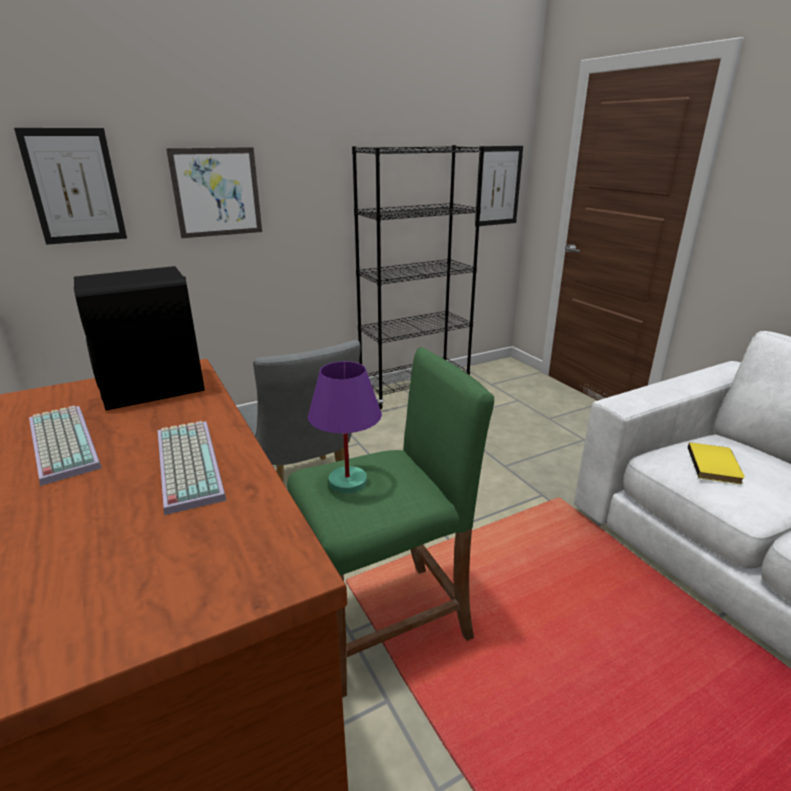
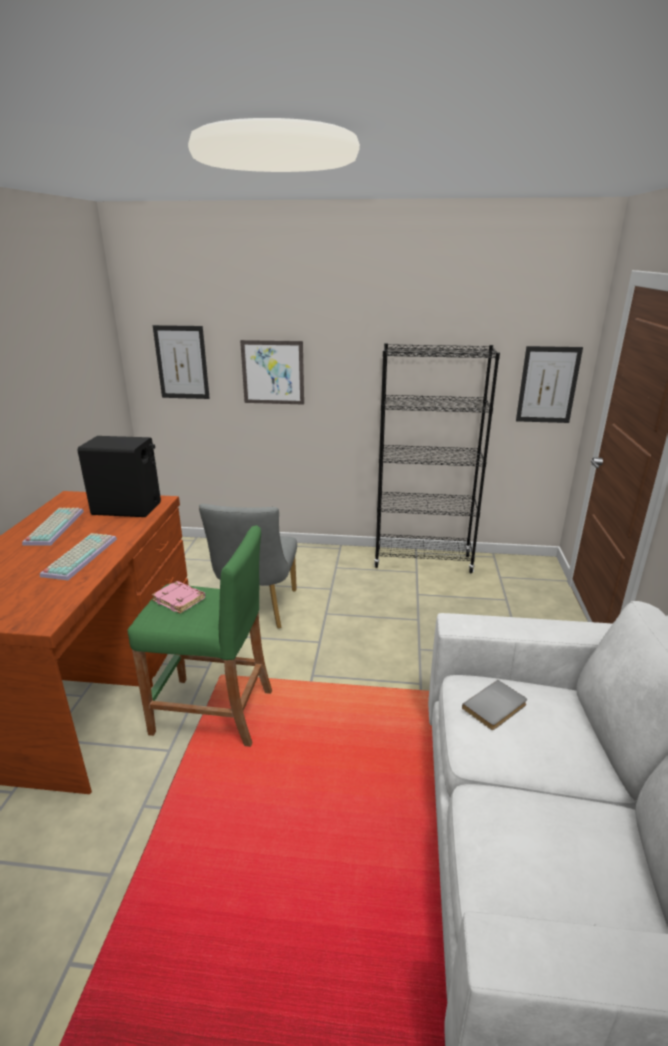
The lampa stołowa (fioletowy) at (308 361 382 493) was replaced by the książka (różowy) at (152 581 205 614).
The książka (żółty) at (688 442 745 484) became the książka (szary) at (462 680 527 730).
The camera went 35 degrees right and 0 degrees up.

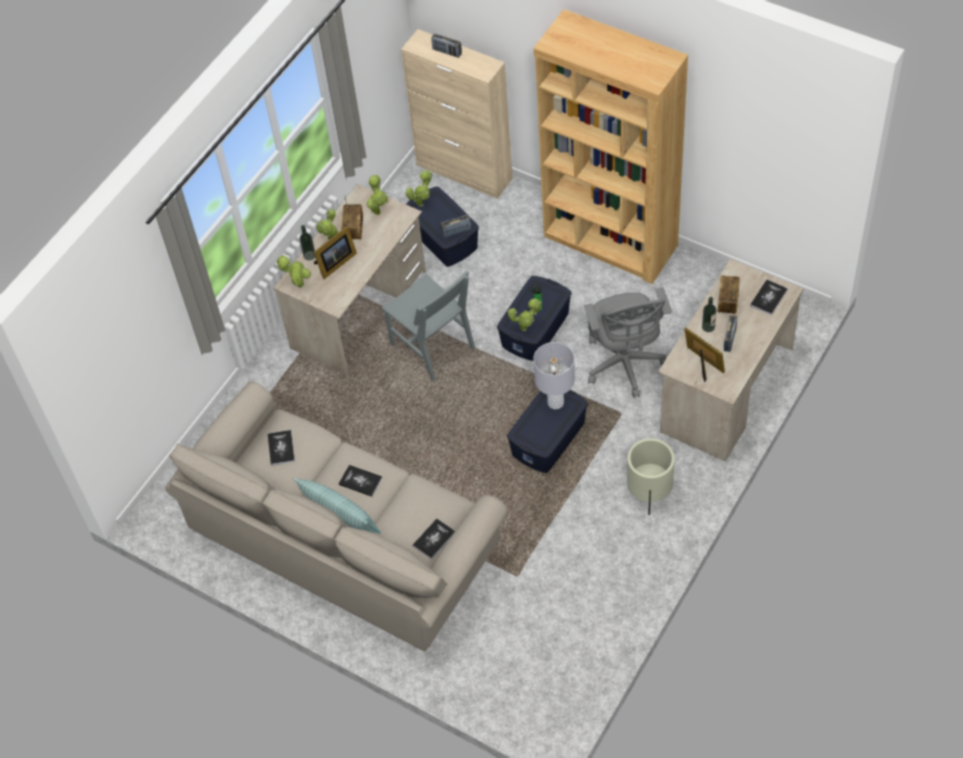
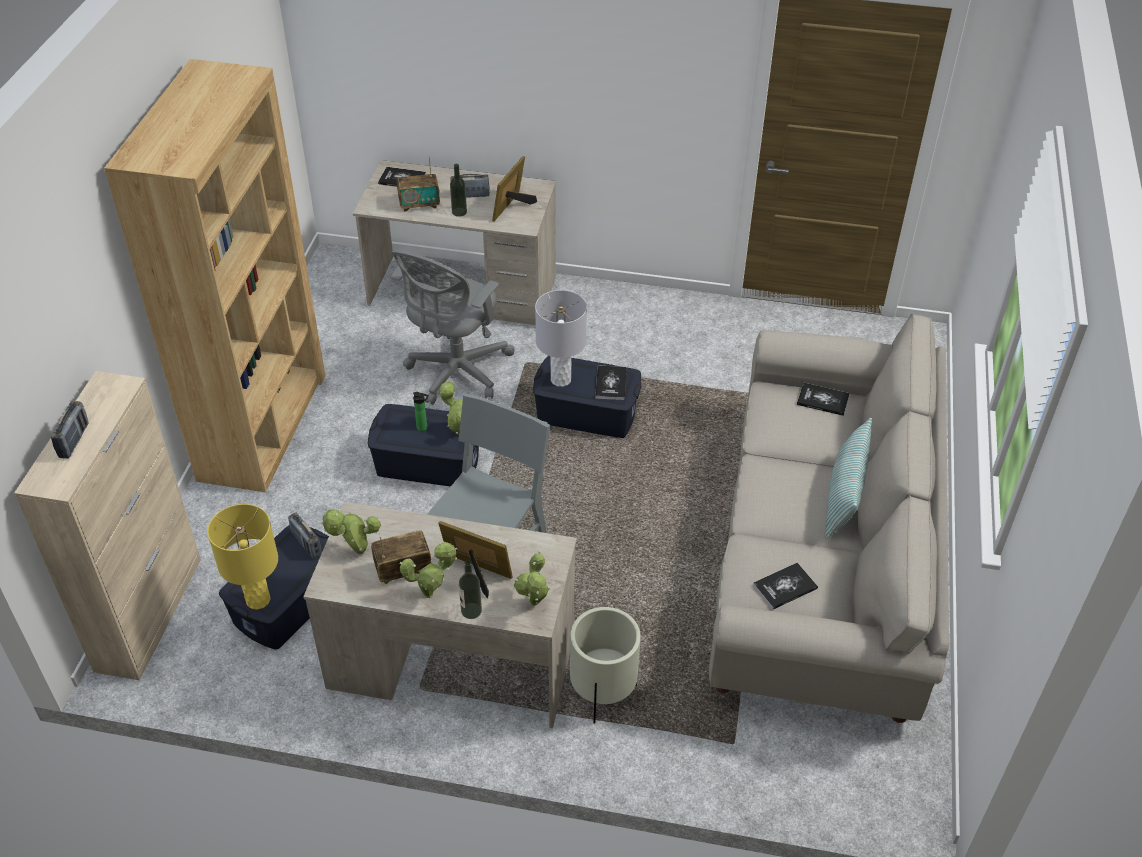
The roślina doniczkowa at (405 170 432 207) was replaced by the lampa stołowa (żółty) at (207 504 278 610).
The krzesło biurowe (szary) at (584 287 672 398) turned 150 degrees clockwise.
The donica (beżowy) moved from (627 438 675 515) to (570 607 641 724).
The książka moved from (338 465 382 497) to (595 365 627 400).
The camera went 115 degrees left and 10 degrees down.

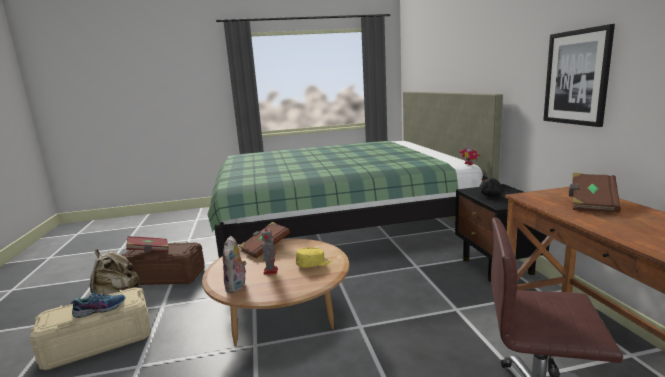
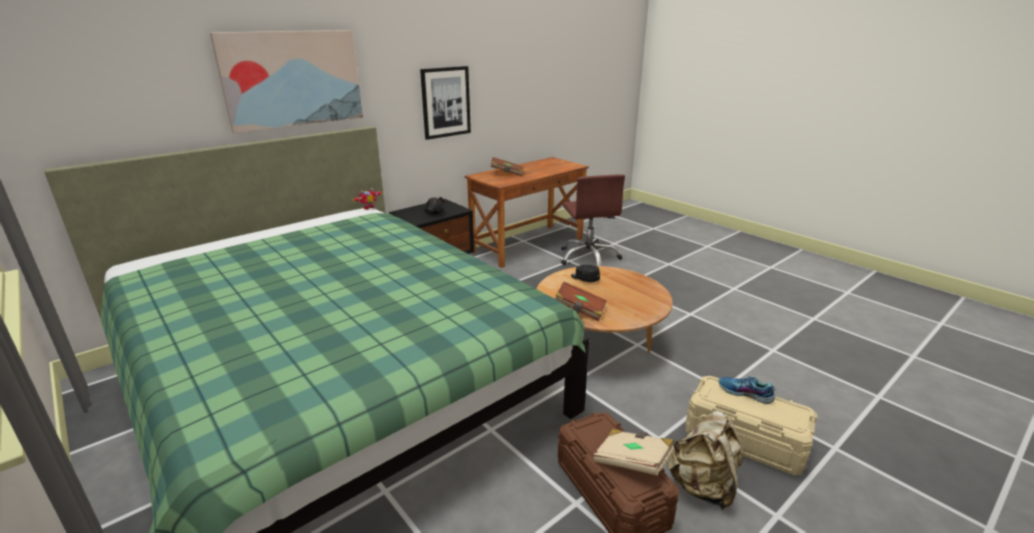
The obraz at (210 30 363 133) appeared.
The czapka z daszkiem (żółty) at (296 247 331 268) became the czapka z daszkiem (czarny) at (571 265 600 282).
The książka (czerwony) at (126 236 169 252) became the książka (beżowy) at (593 429 675 476).
The pluszak at (223 236 247 293) disappeared.
The robot zabawkowy at (262 225 278 275) disappeared.
The camera went 120 degrees left and 10 degrees up.

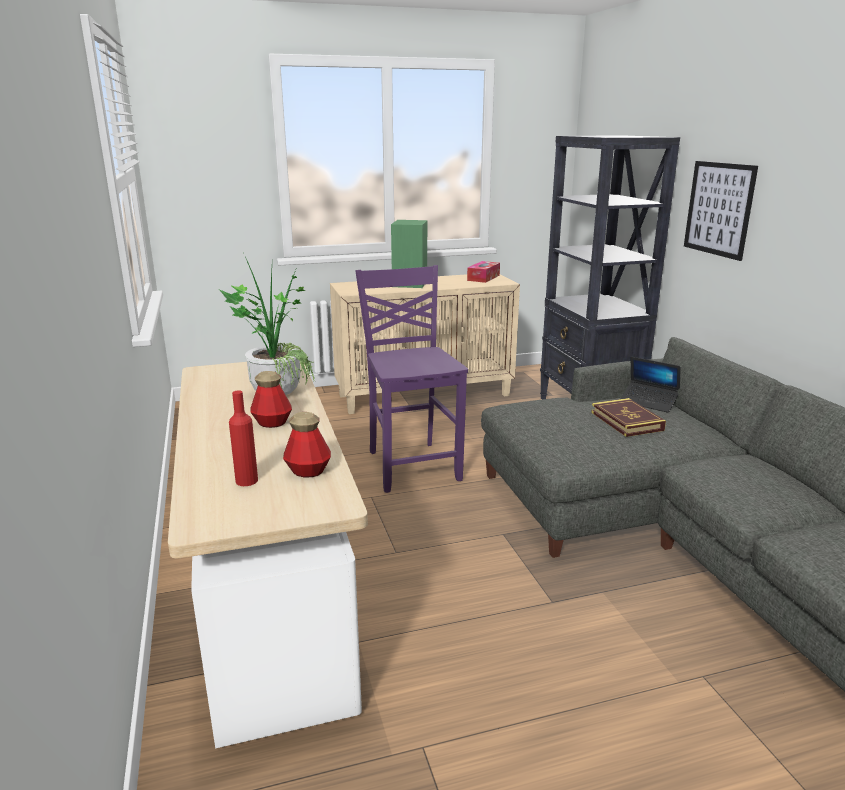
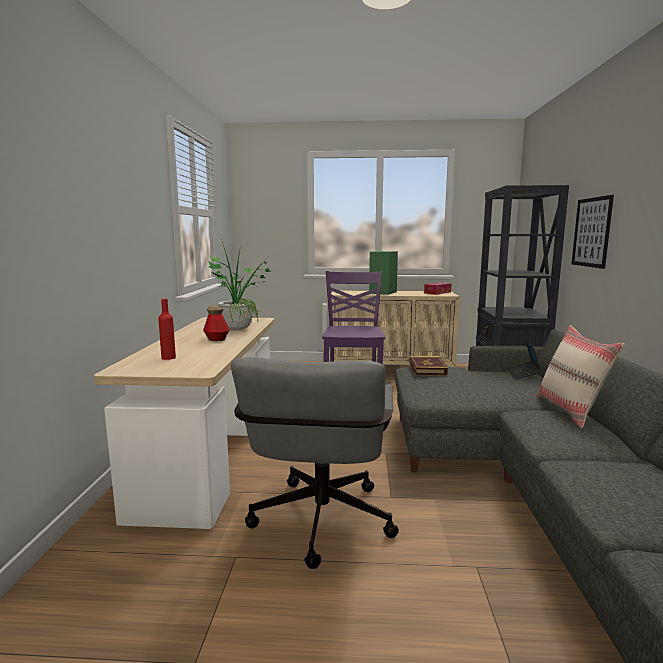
The krzesło biurowe (szary) at (231 357 399 569) appeared.
The książka moved from (591 398 666 437) to (409 356 448 375).
The laptop at (621 357 681 413) turned 45 degrees clockwise.
The poduszka (beżowy) at (537 325 624 428) appeared.
The butelka at (283 412 331 477) disappeared.
The camera went 20 degrees right and 10 degrees down.

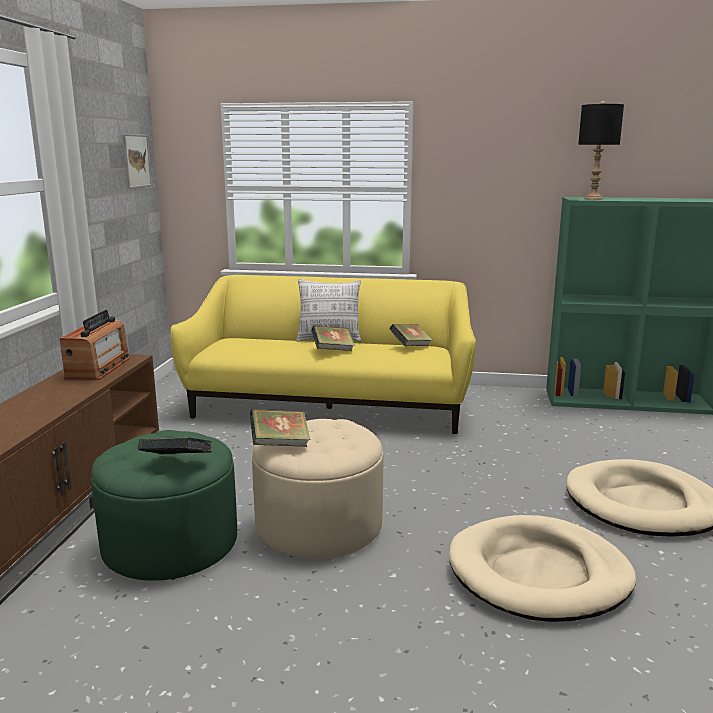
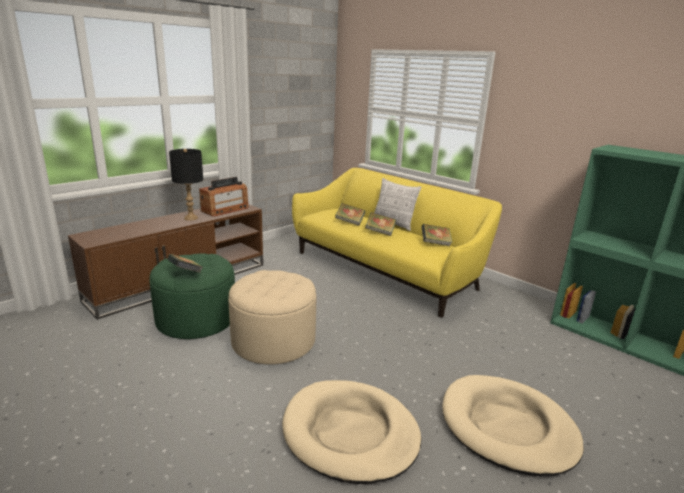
The lampa stołowa (czarny) moved from (578 101 624 200) to (169 149 203 221).
The książka moved from (250 409 310 447) to (335 203 365 226).
The obraz at (122 134 152 188) disappeared.
The camera went 35 degrees right and 5 degrees up.

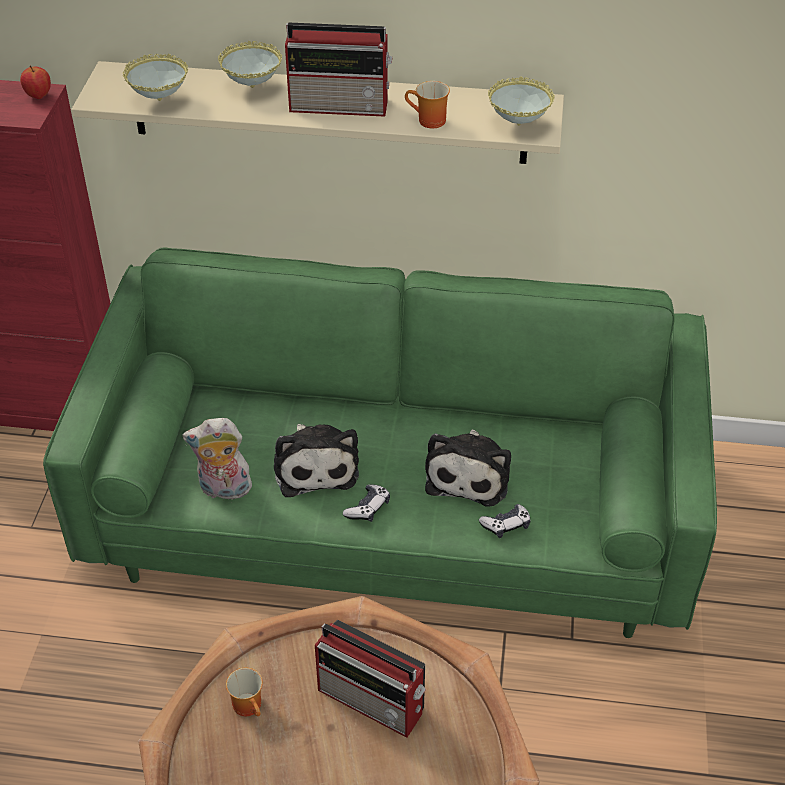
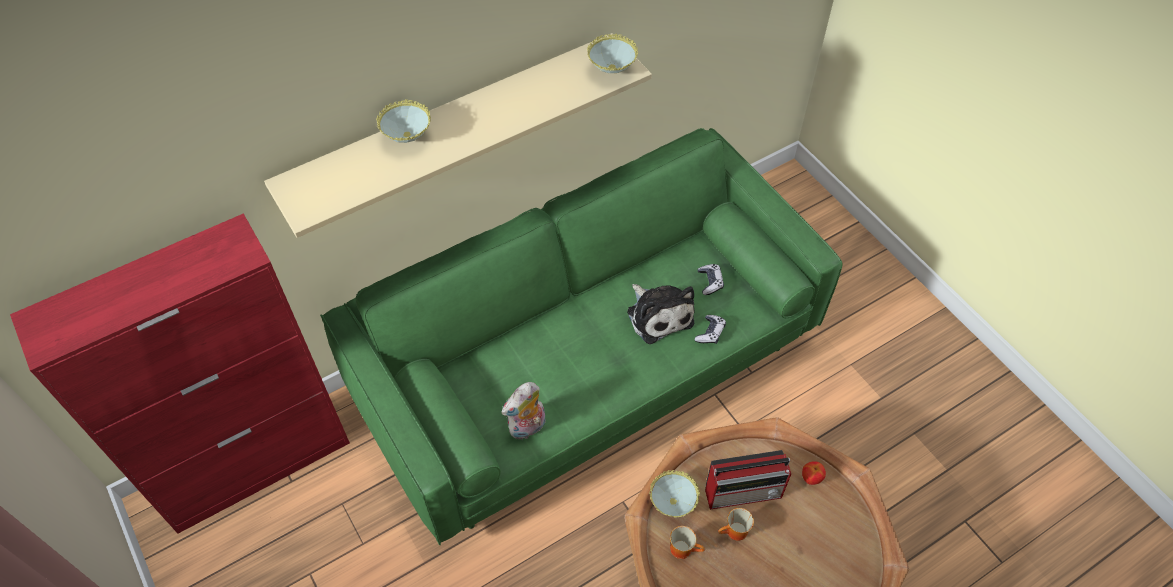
The miska moved from (123 54 188 101) to (649 470 700 517).
The pad do gier moved from (343 484 390 522) to (698 264 724 295).
The kubek moved from (405 81 450 128) to (719 508 754 541).
The jabłko moved from (20 66 51 99) to (802 461 826 485).
The pluszak at (274 424 359 497) disappeared.
The radio at (285 22 393 117) disappeared.
The camera went 40 degrees left and 10 degrees up.

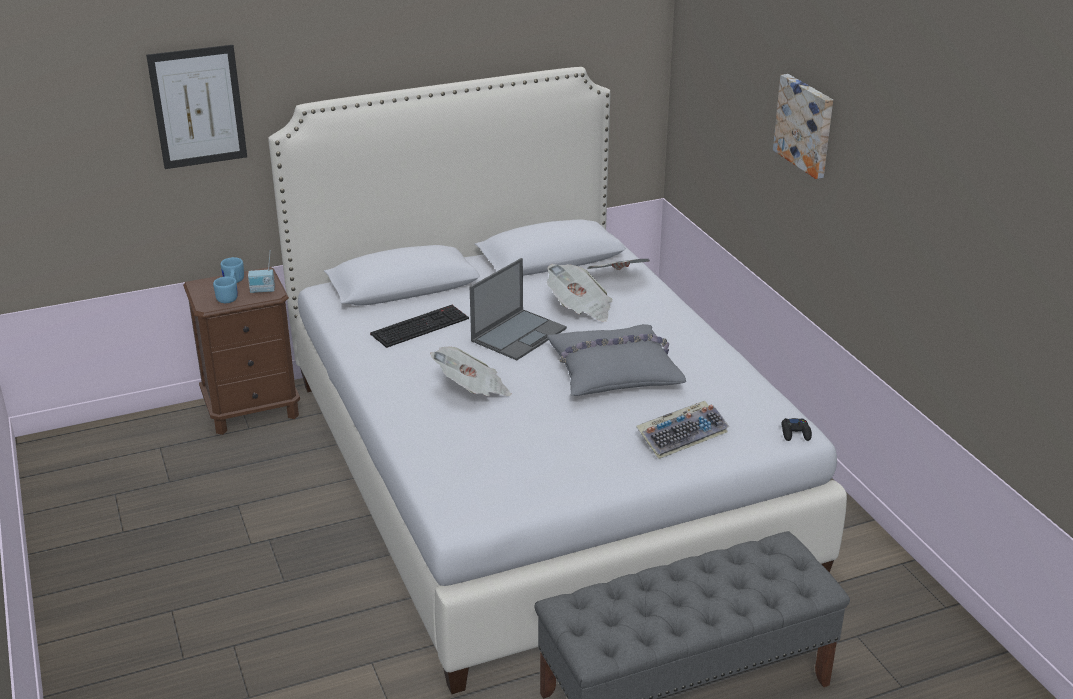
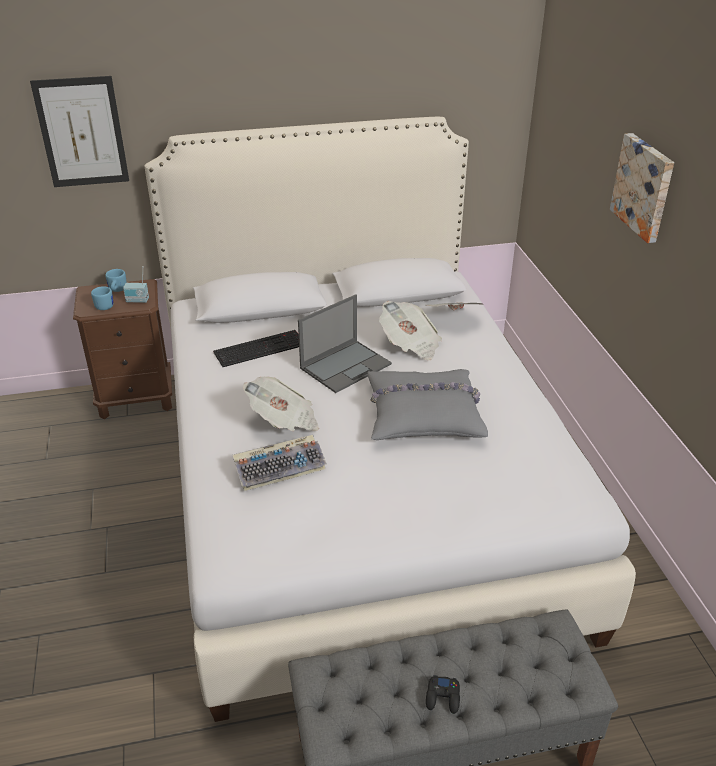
The klawiatura moved from (636 401 729 459) to (233 435 327 491).
The pad do gier (czarny) moved from (781 418 812 441) to (426 675 460 714).
The camera went 10 degrees right and 5 degrees up.

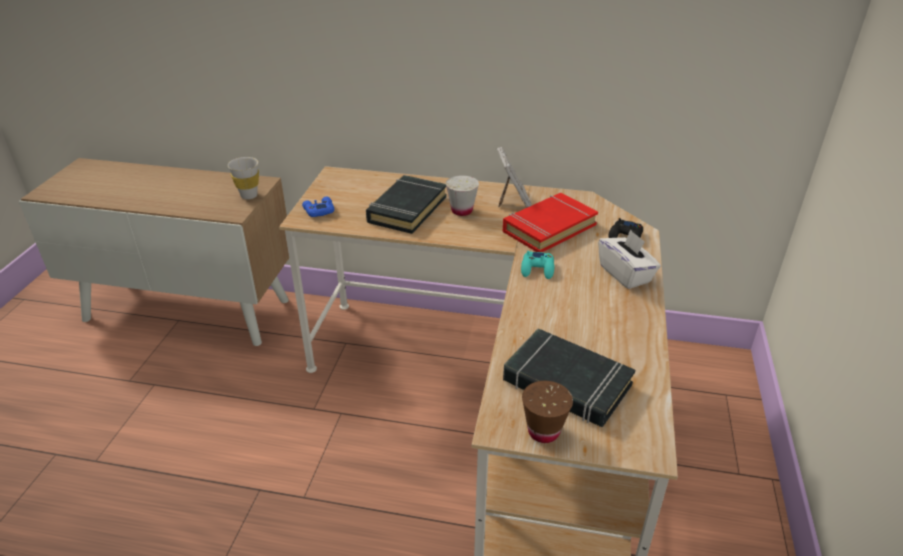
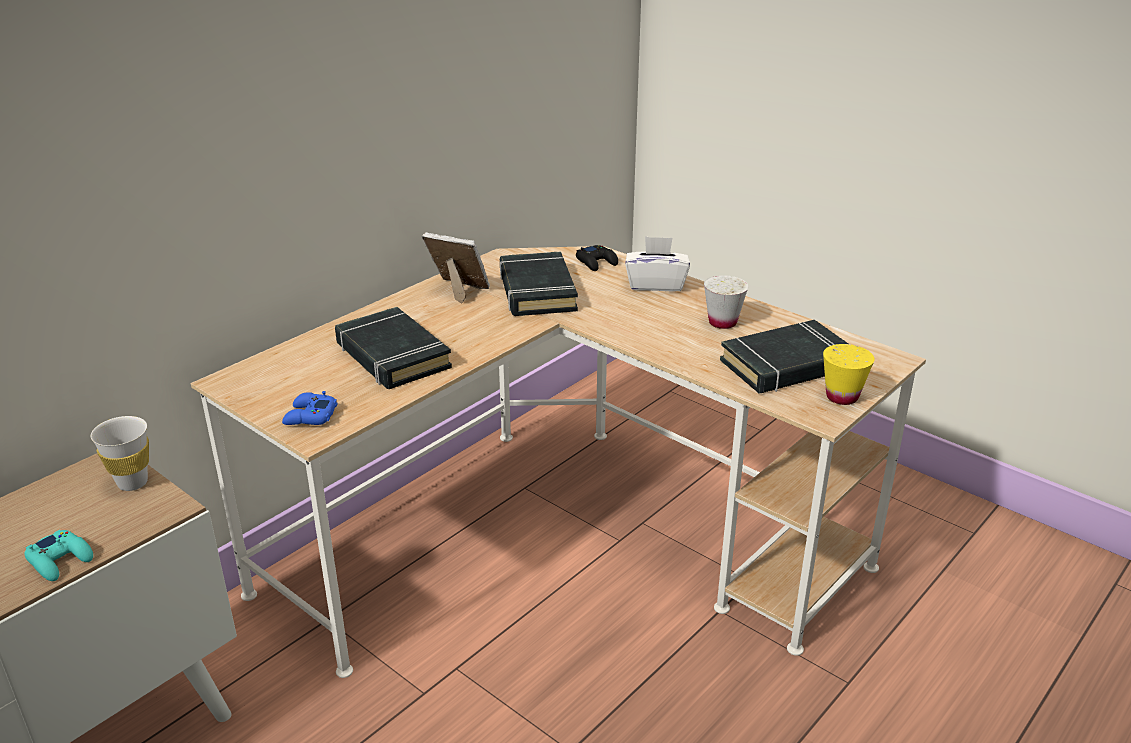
The pad do gier (turkusowy) moved from (521 251 555 279) to (24 530 93 581).
The książka (czerwony) at (503 193 598 252) became the książka (czarny) at (500 251 578 316).
The filiżanka (biały) moved from (446 175 479 216) to (704 275 748 329).
The filiżanka (brązowy) at (522 381 573 443) became the filiżanka (żółty) at (823 344 875 405).
The camera went 60 degrees left and 5 degrees down.

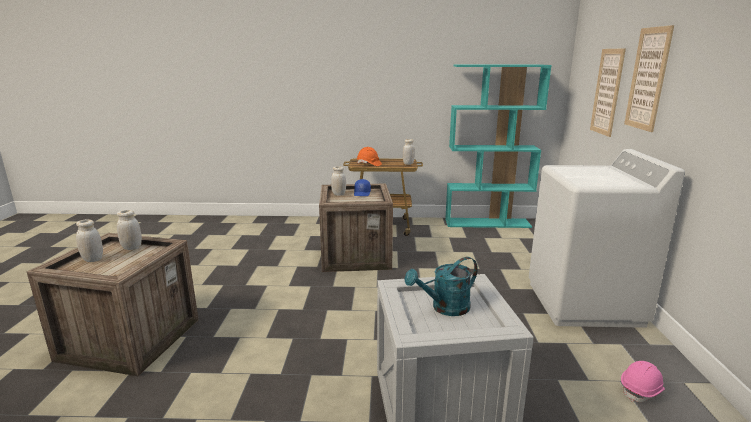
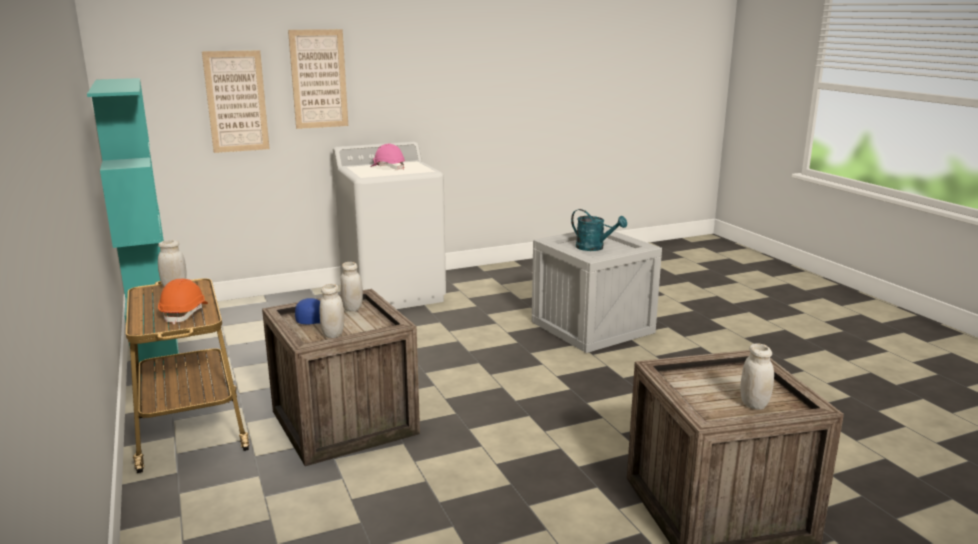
The słoik (biały) moved from (117 210 142 250) to (340 262 363 311).
The kask (różowy) moved from (621 361 665 402) to (370 144 405 169).
The camera went 115 degrees left and 0 degrees up.

